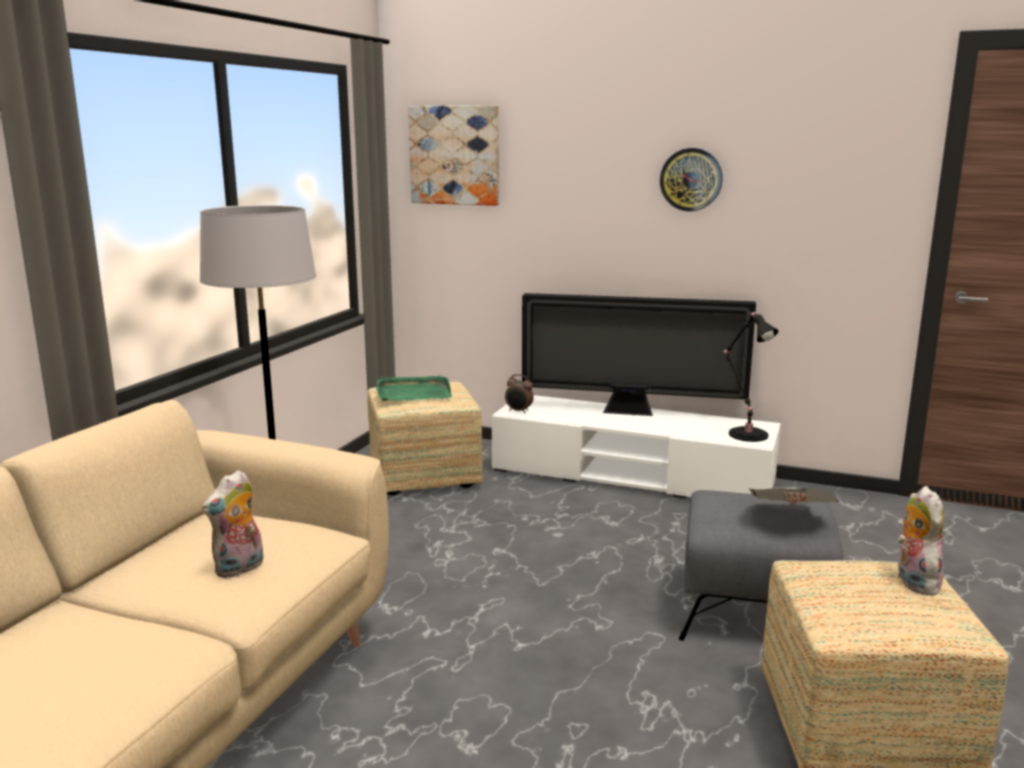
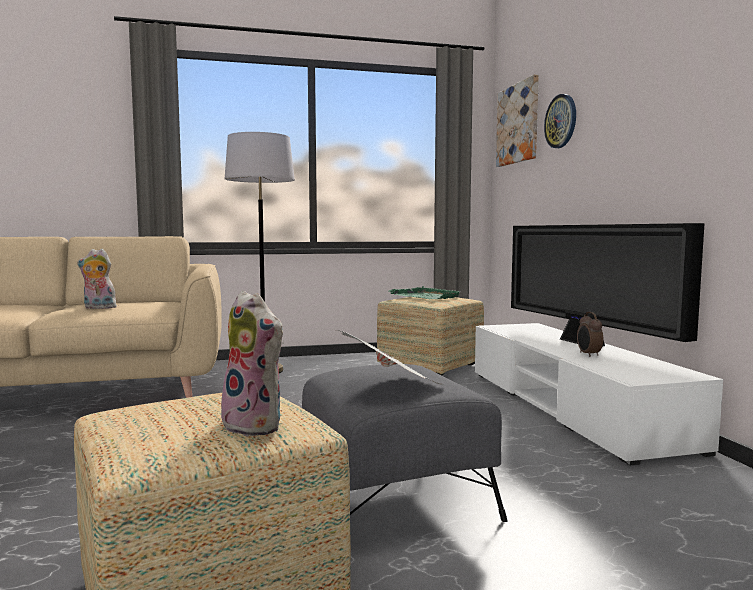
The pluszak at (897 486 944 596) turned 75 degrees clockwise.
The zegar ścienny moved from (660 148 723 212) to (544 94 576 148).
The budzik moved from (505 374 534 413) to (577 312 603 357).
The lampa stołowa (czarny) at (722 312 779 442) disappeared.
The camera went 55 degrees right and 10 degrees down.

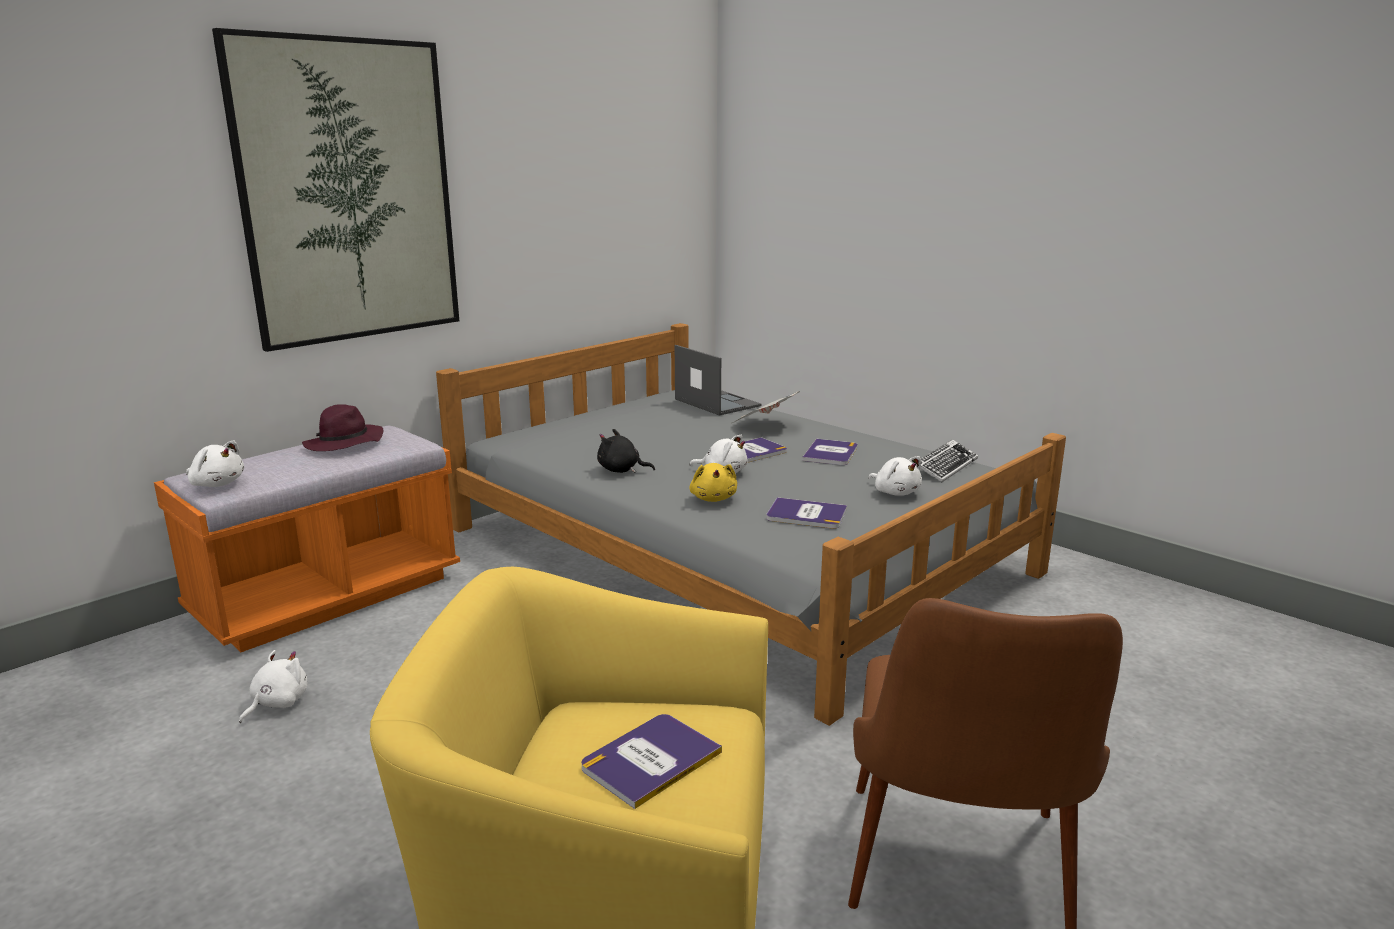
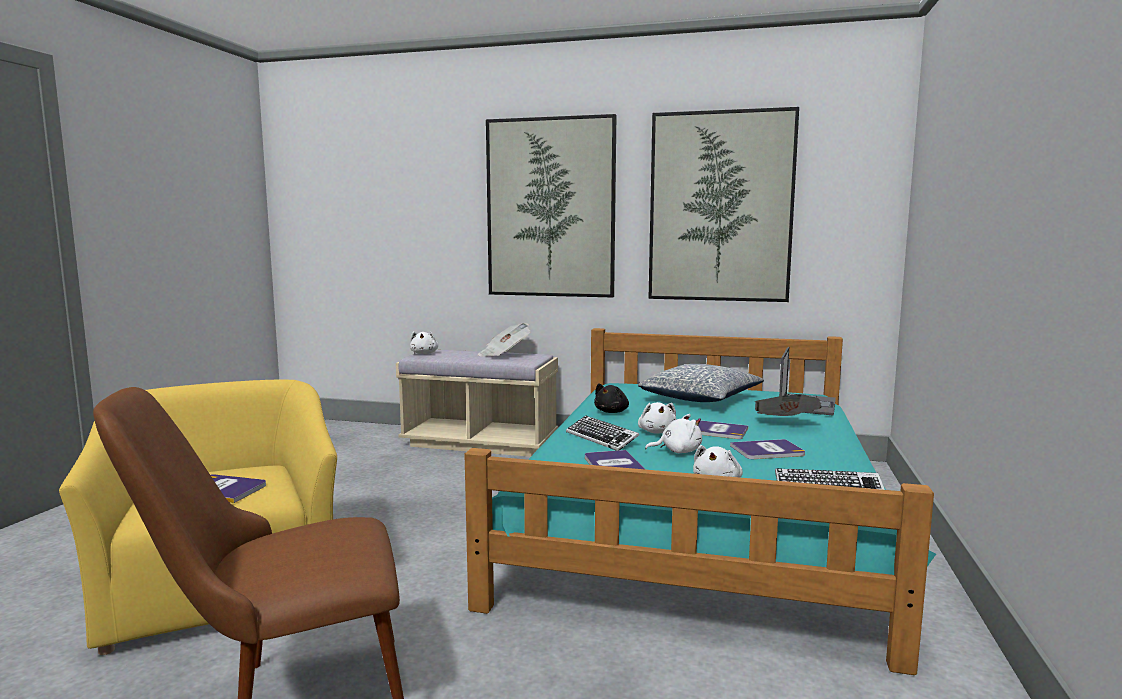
The ławka (pomarańczowy) at (154 426 460 652) became the ławka (beżowy) at (396 350 558 457).
The łóżko (szary) at (436 323 1066 726) became the łóżko (turkusowy) at (464 328 936 675).
The kapelusz (fioletowy) at (302 404 383 451) was replaced by the gazeta at (478 323 531 357).
The pluszak (żółty) at (689 463 737 502) was replaced by the klawiatura at (566 415 639 451).
The pluszak (czarny) at (597 429 655 473) turned 135 degrees counterclockwise.
The poduszka at (638 364 764 402) appeared.
The pluszak (biały) moved from (239 650 307 723) to (645 414 702 453).
The obraz at (648 107 799 302) appeared.
The camera went 60 degrees right and 10 degrees down.

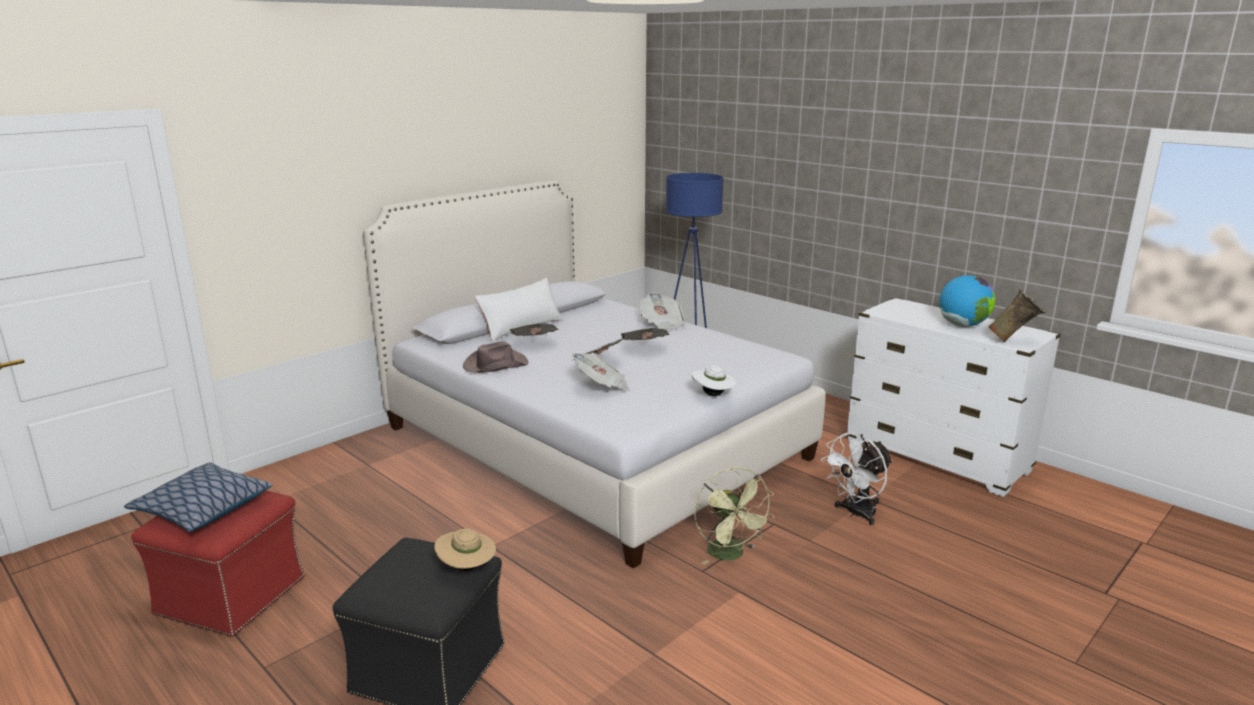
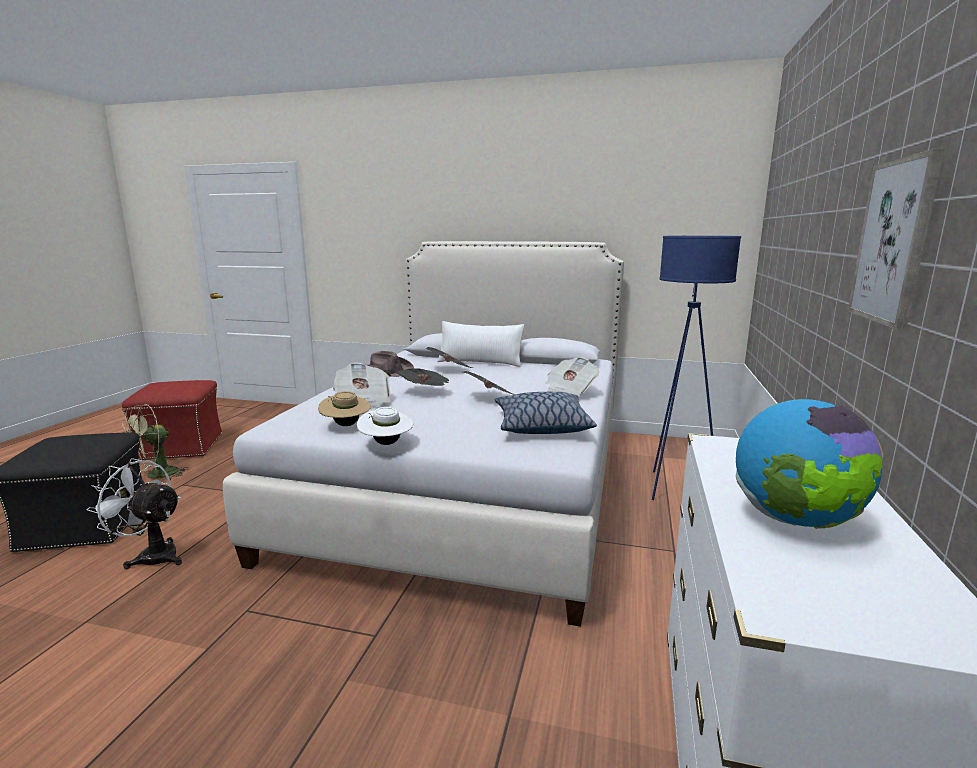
The wentylator (biały) moved from (821 432 893 525) to (87 458 182 569).
The wentylator (zielony) moved from (694 467 774 565) to (122 404 189 481).
The kapelusz (beżowy) moved from (434 529 496 571) to (318 391 371 426).
The poduszka moved from (124 462 272 532) to (495 392 597 434).
The obraz at (848 149 945 330) appeared.
The wazon (beżowy) at (988 289 1046 342) disappeared.
The camera went 60 degrees right and 5 degrees down.

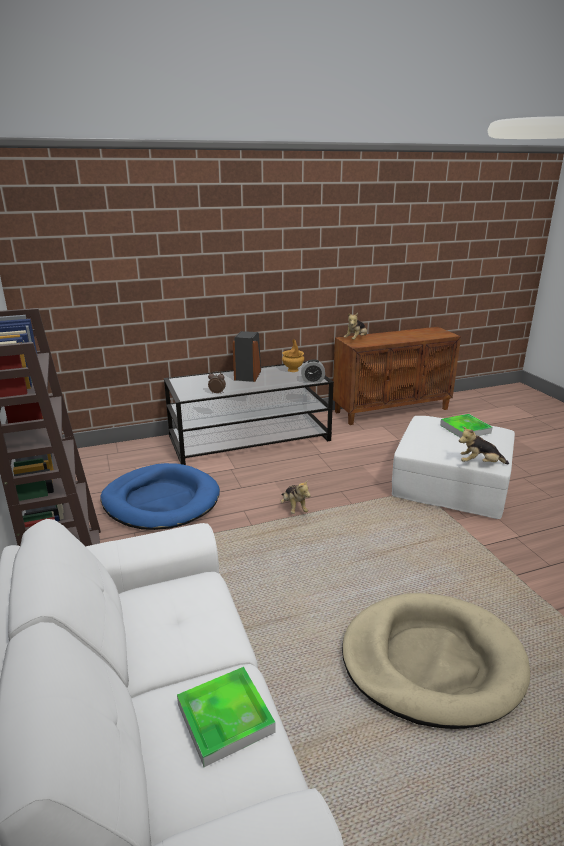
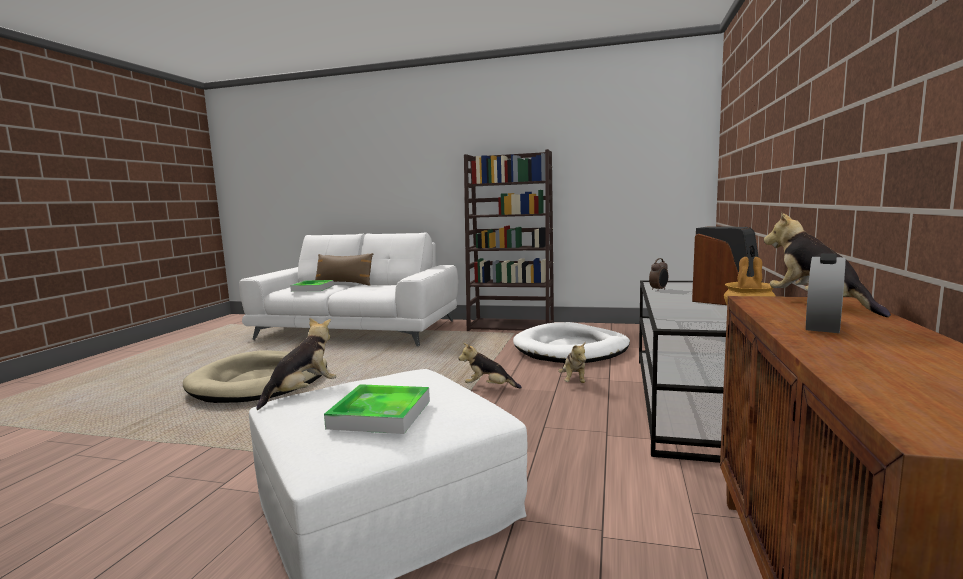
The poduszka (brązowy) at (315 253 374 285) appeared.
The legowisko (niebieski) at (101 463 220 530) became the legowisko (biały) at (513 322 630 363).
The pluszak at (558 341 586 383) appeared.
The budzik moved from (301 359 325 382) to (806 253 846 333).
The camera went 125 degrees right and 15 degrees down.

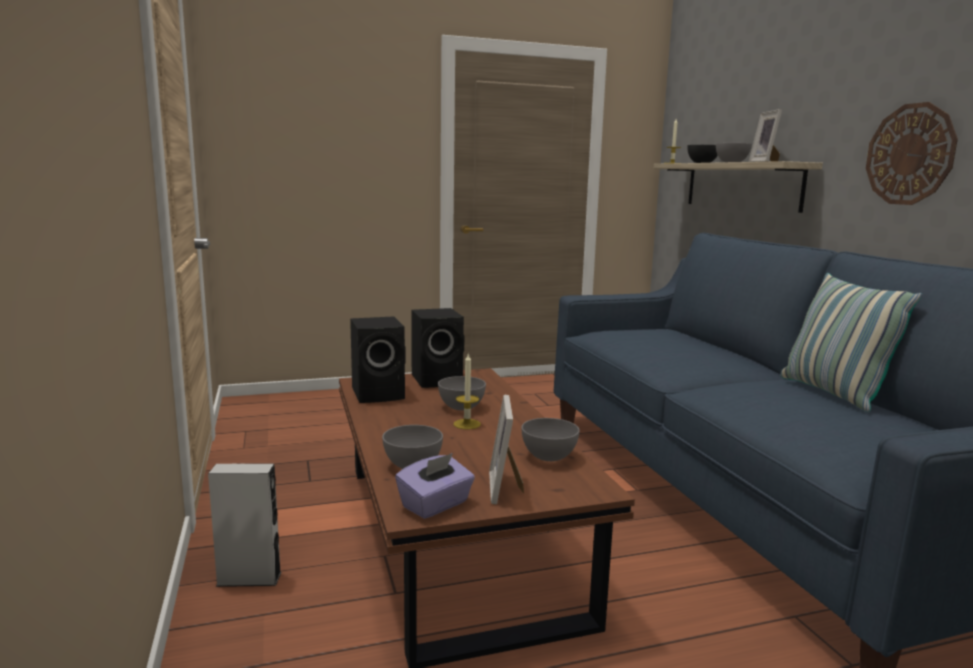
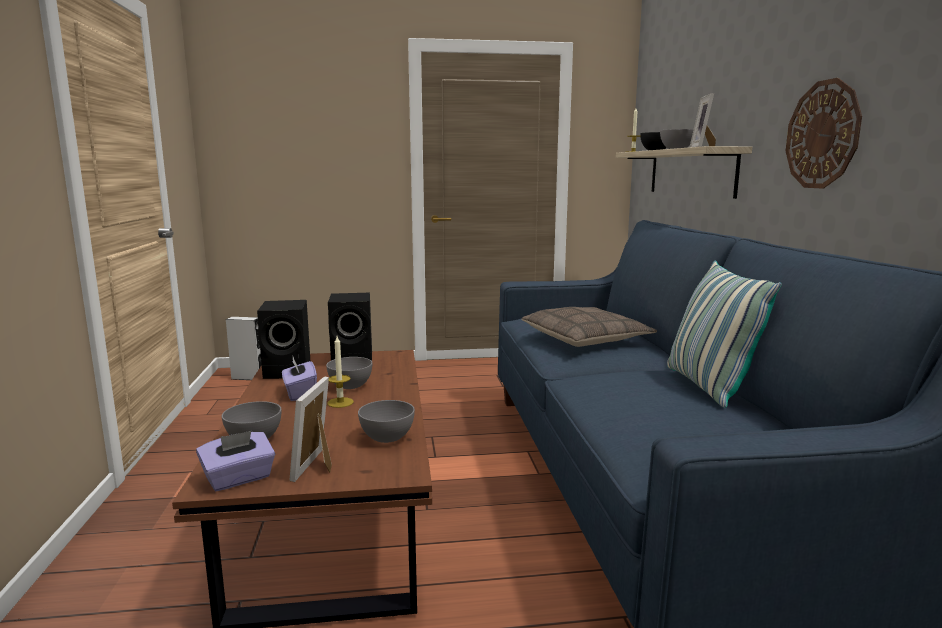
The głośnik (szary) moved from (208 463 281 587) to (226 317 262 380).
The pudełko chusteczek (fioletowy) at (282 357 317 401) appeared.
The poduszka at (522 307 657 347) appeared.
The camera went 10 degrees right and 0 degrees up.

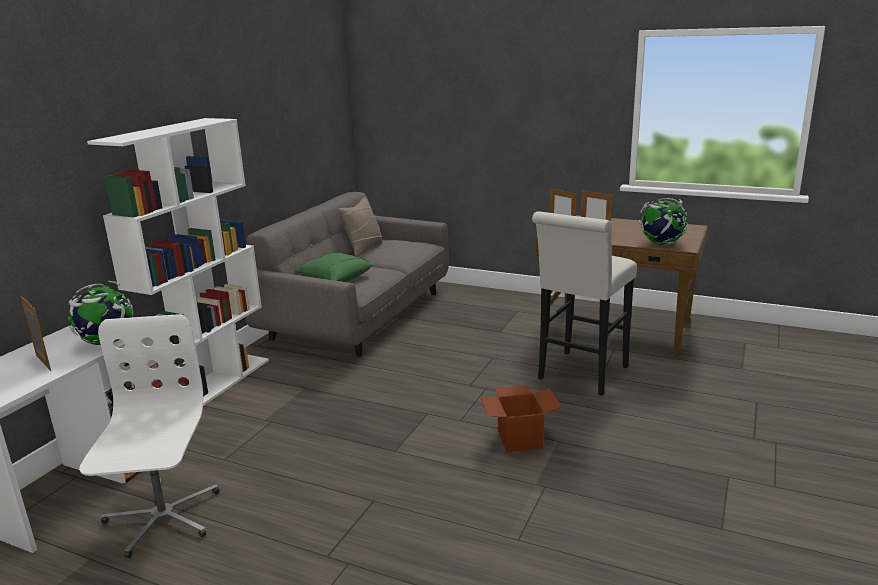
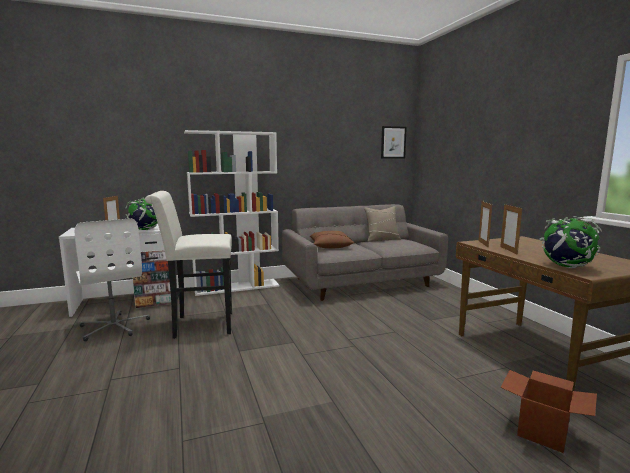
The krzesło biurowe (biały) at (79 314 220 558) turned 105 degrees clockwise.
The stołek (biały) moved from (532 212 637 396) to (145 191 232 339).
The poduszka (zielony) at (294 253 374 282) became the poduszka (brązowy) at (310 231 355 249).
The obraz at (381 126 407 159) appeared.
The karton moved from (481 385 562 452) to (501 370 597 453).
The camera went 45 degrees right and 10 degrees down.

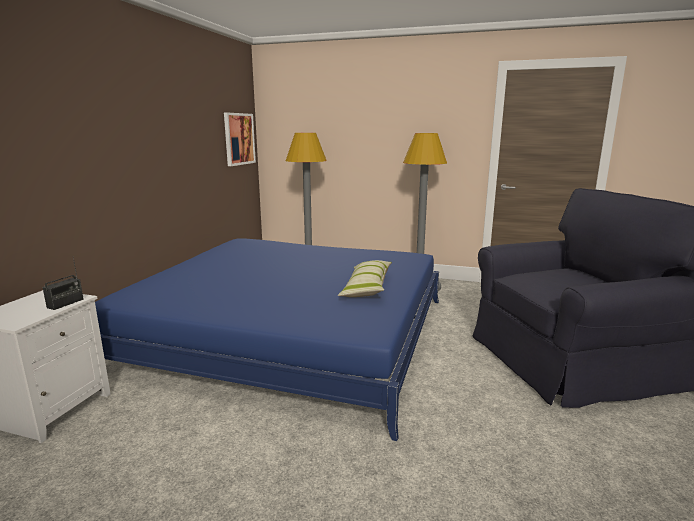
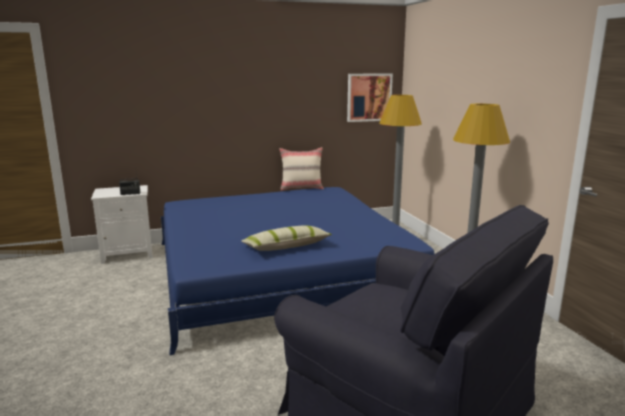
The poduszka (beżowy) at (279 147 324 191) appeared.
The camera went 55 degrees right and 0 degrees up.

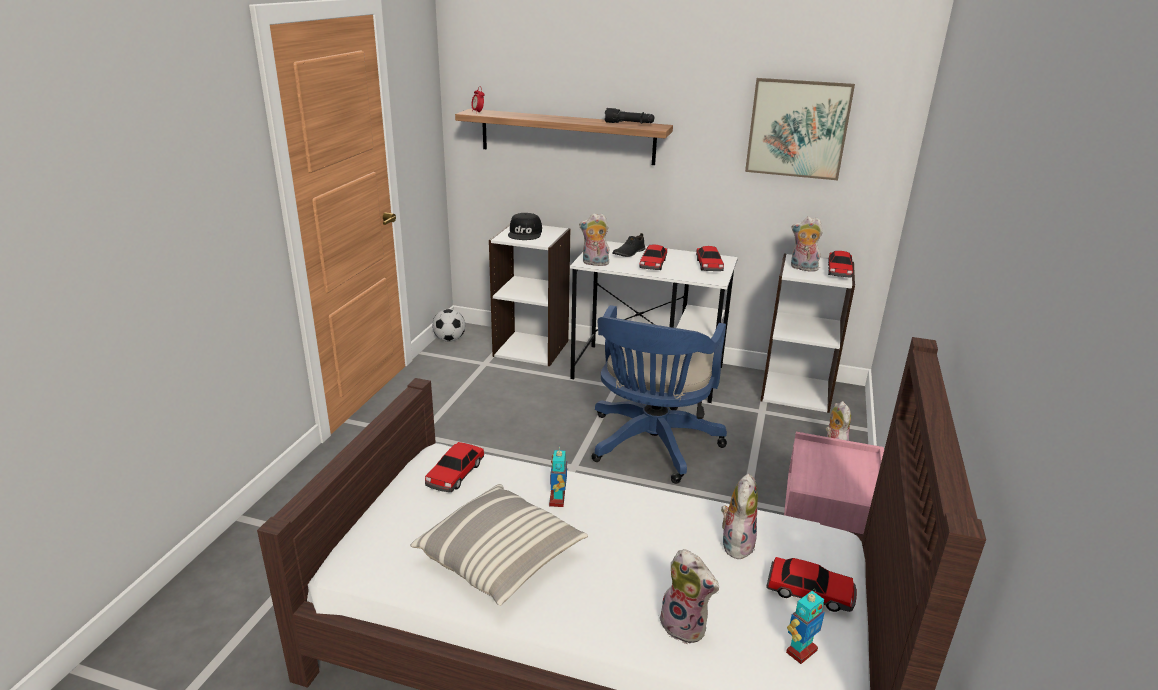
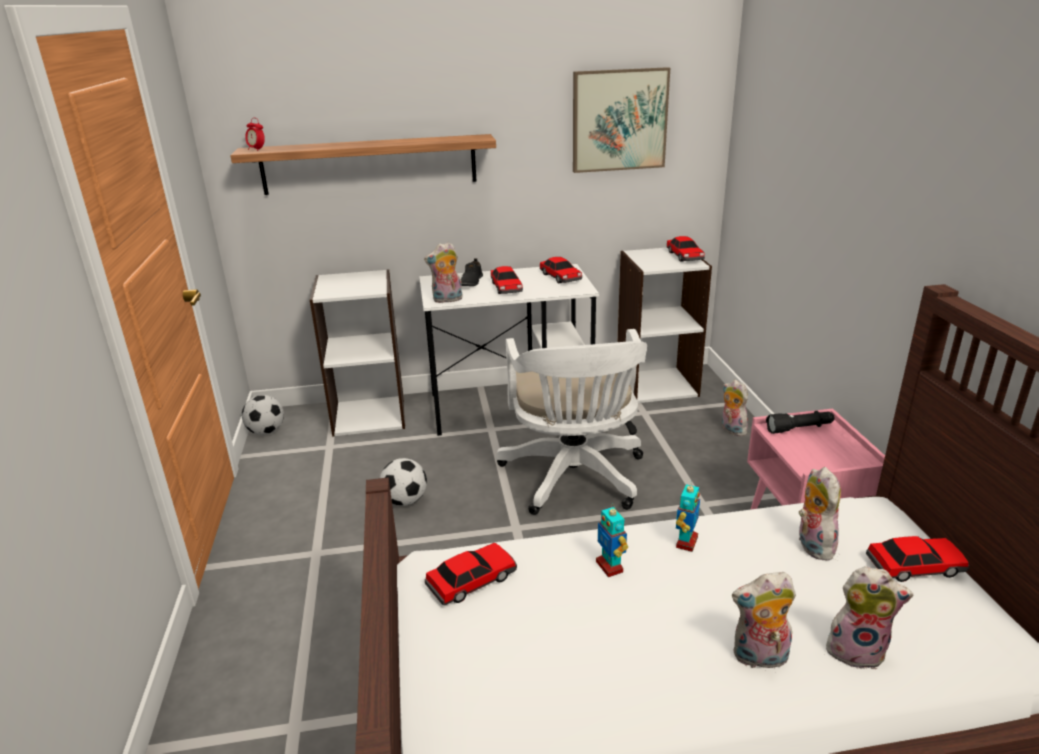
The piłka futbolowa at (380 458 427 506) appeared.
The samochodzik at (425 442 484 492) turned 120 degrees counterclockwise.
The krzesło biurowe (niebieski) at (592 305 727 484) became the krzesło biurowe (biały) at (496 329 647 515).
The robot zabawkowy moved from (786 589 825 664) to (676 480 700 552).
The pluszak moved from (791 217 823 272) to (732 572 796 668).
The latarka (czarny) moved from (605 108 654 124) to (766 411 835 434).
The poduszka at (411 484 588 606) disappeared.
The czapka z daszkiem (czarny) at (508 213 542 240) disappeared.
The camera went 25 degrees left and 0 degrees up.

